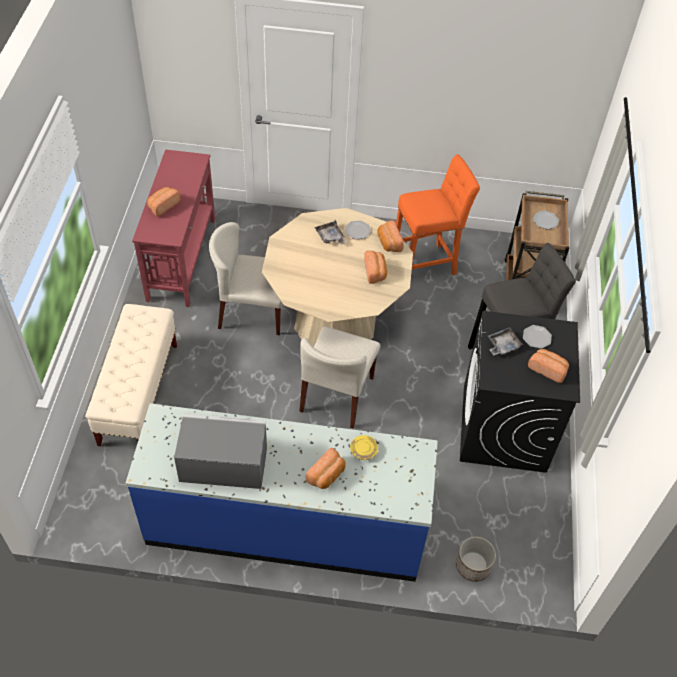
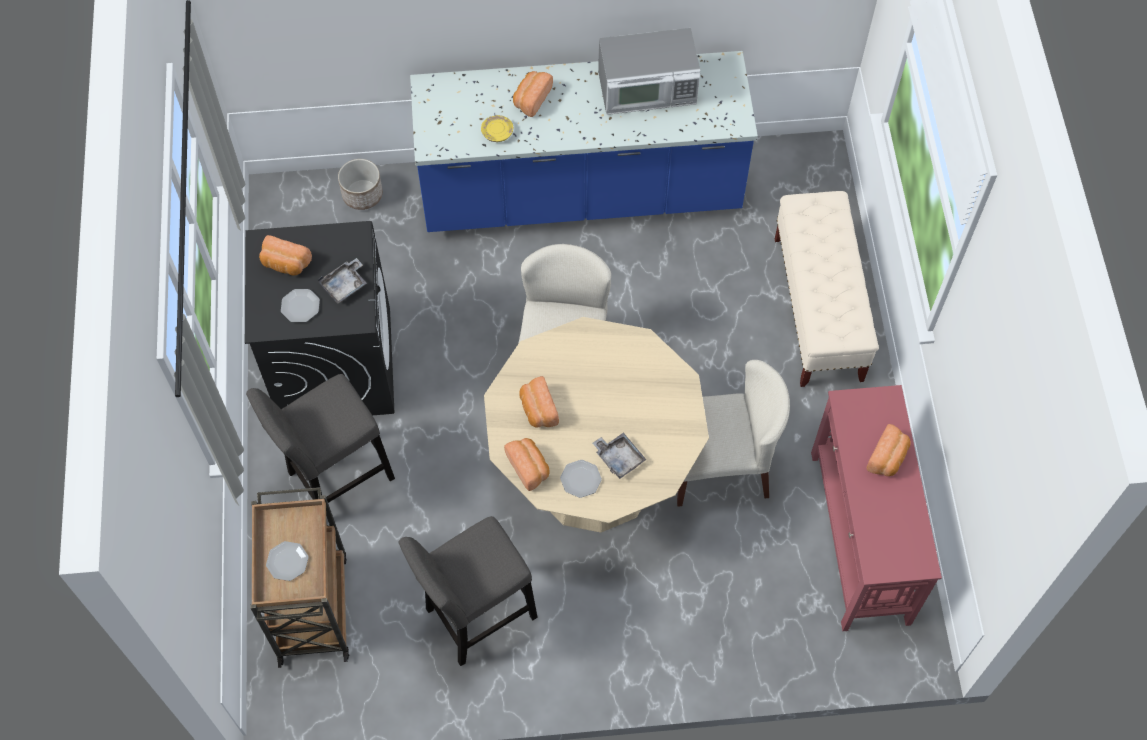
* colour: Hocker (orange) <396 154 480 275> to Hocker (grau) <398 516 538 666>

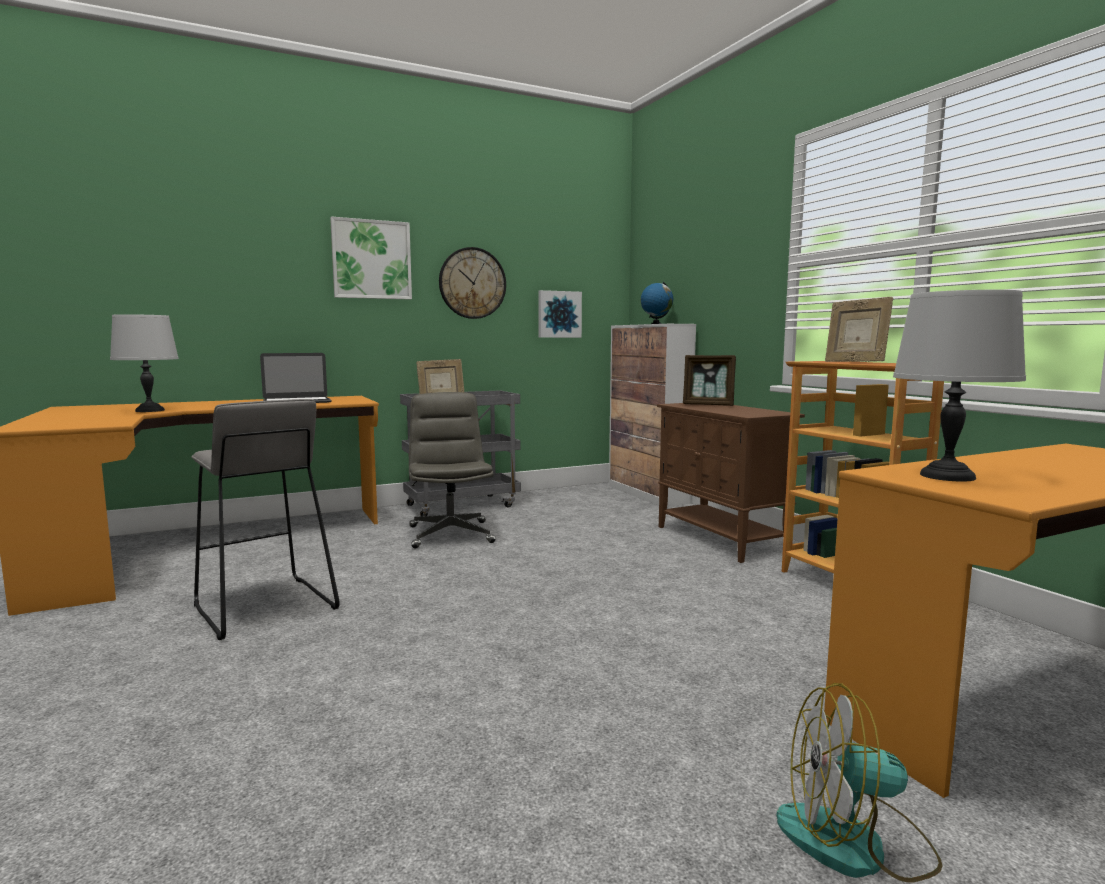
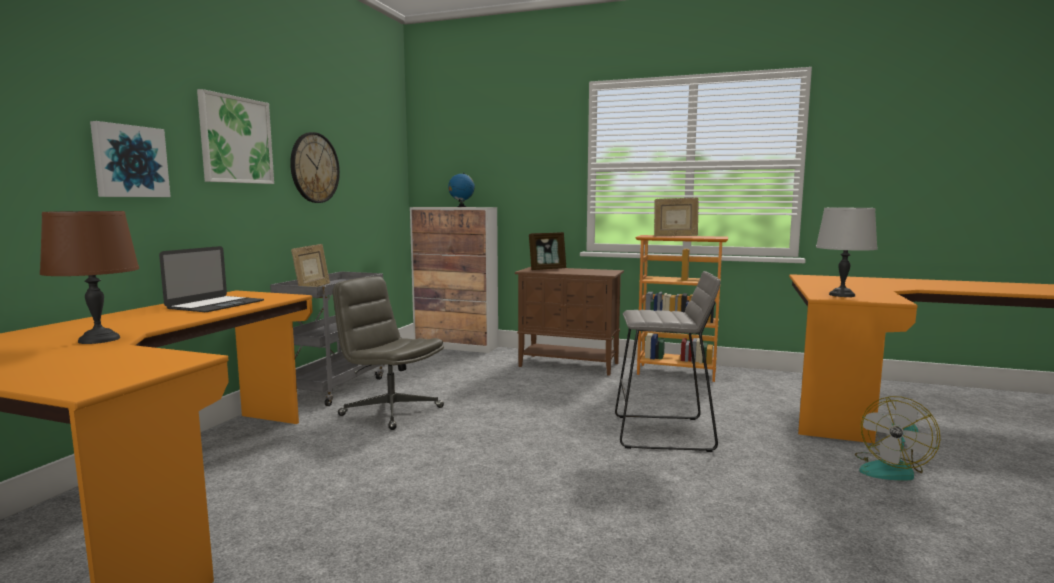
* colour: Tischlampe (grau) <110 314 179 412> to Tischlampe (braun) <40 211 139 344>
* relocated: Bild <538 290 582 338> to <90 121 171 197>
* relocated: Hocker (grau) <191 399 340 640> to <615 271 720 452>

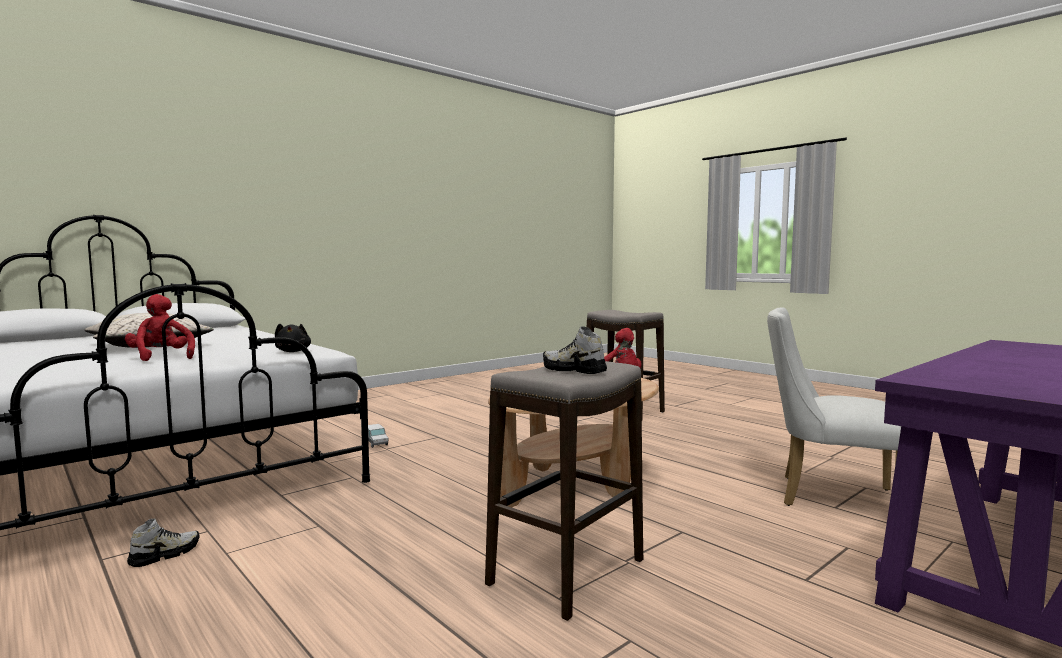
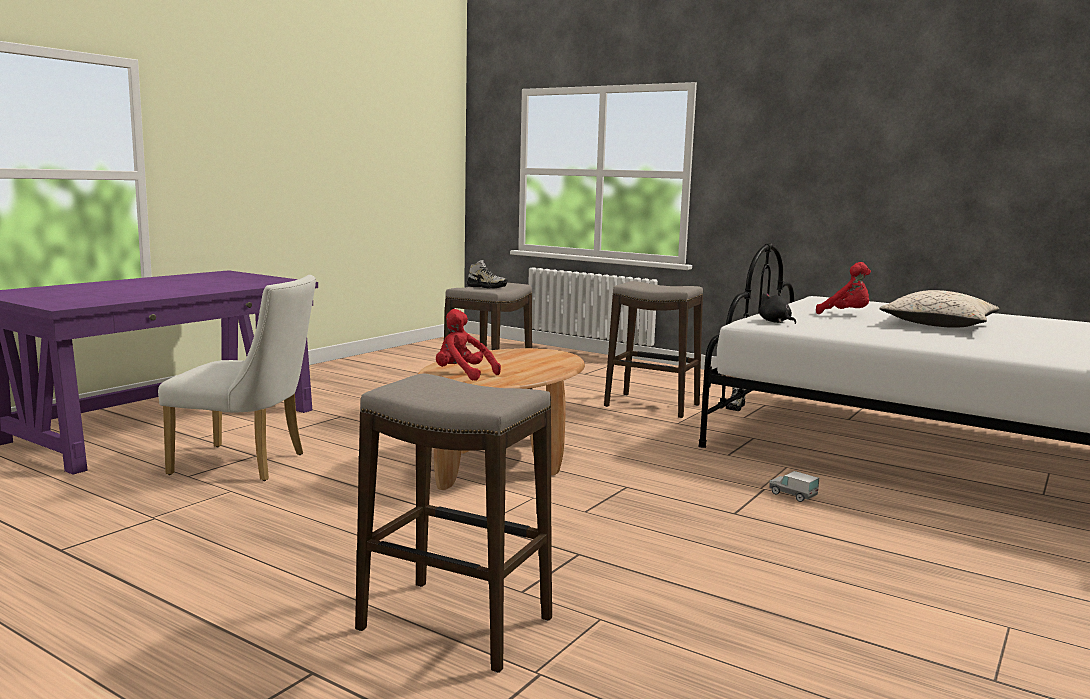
* appeared: Hocker <604 281 703 418>

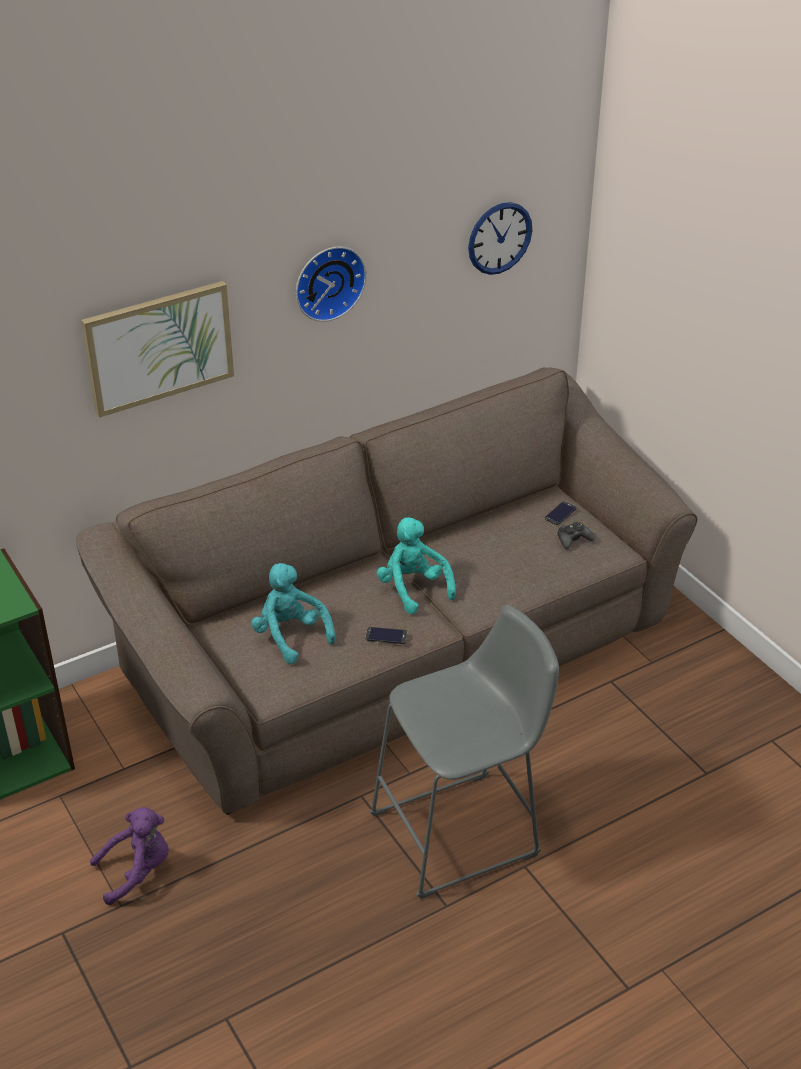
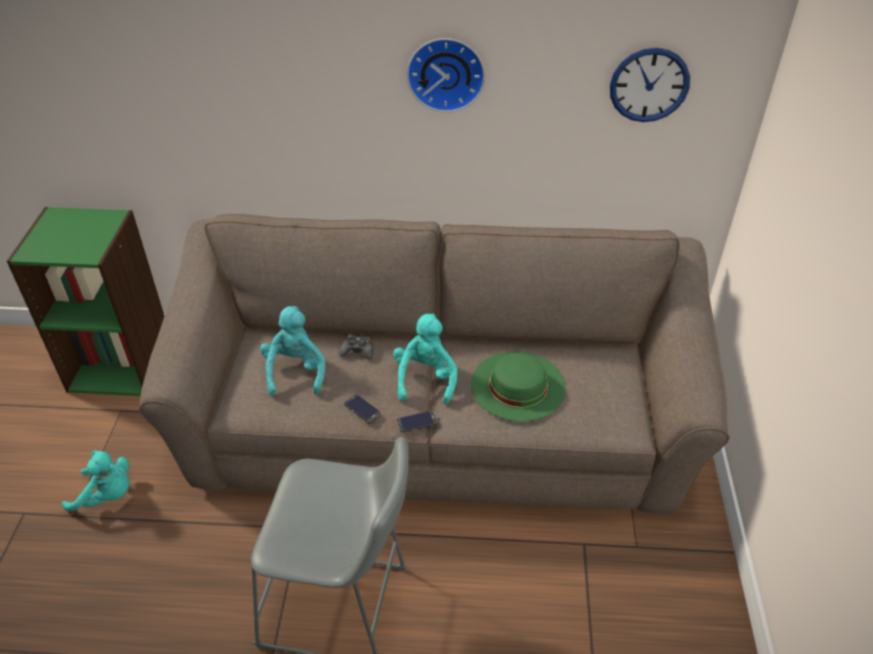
* colour: Plüschtier (lila) <90 807 169 905> to Plüschtier (türkis) <62 450 130 511>
* relocated: Gamepad (schwarz) <558 522 595 549> to <339 334 373 360>
* relocated: Handy <545 501 577 525> to <397 411 438 433>
* appeared: Hut (grün) <471 351 566 422>
* missing: Bild <81 281 234 418>

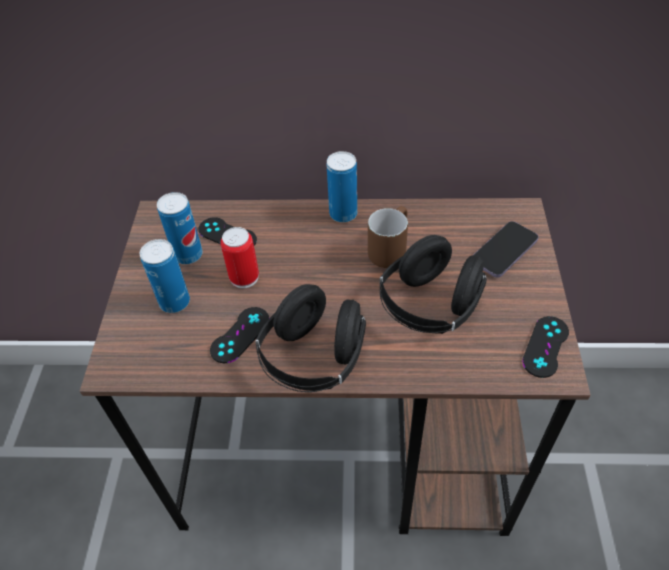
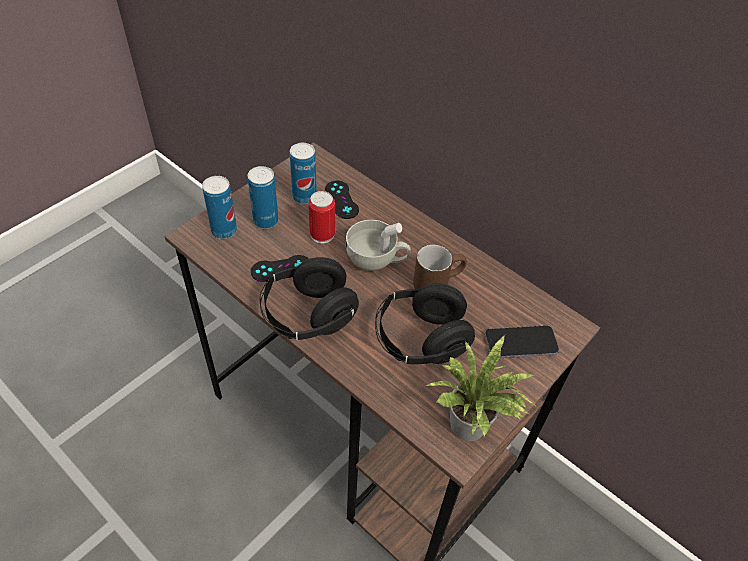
* relocated: Dose <327 151 357 222> to <202 176 237 239>
* appeared: Tasse (weiß) <346 220 411 271>
* exchanged: Gamepad (schwarz) <522 316 569 378> to Topfpflanze <426 335 537 441>

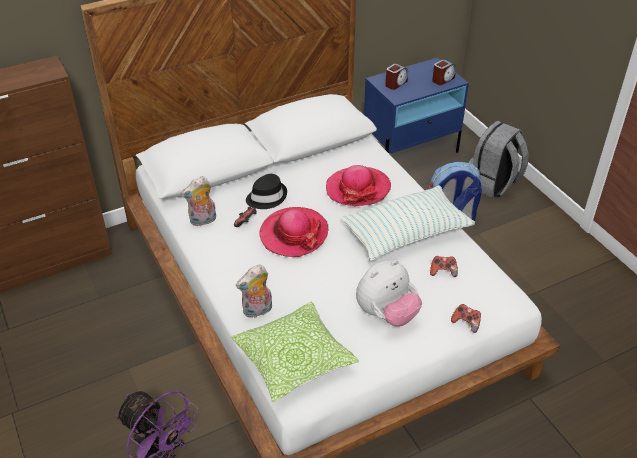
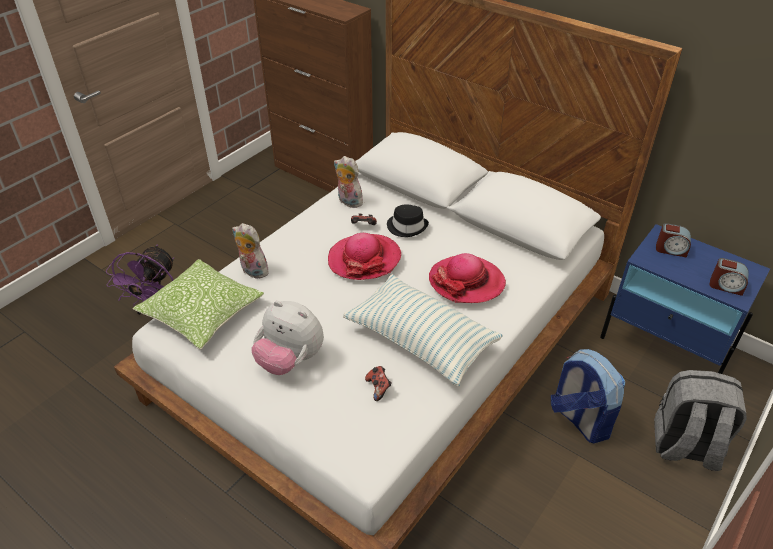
* missing: Gamepad <451 304 481 333>

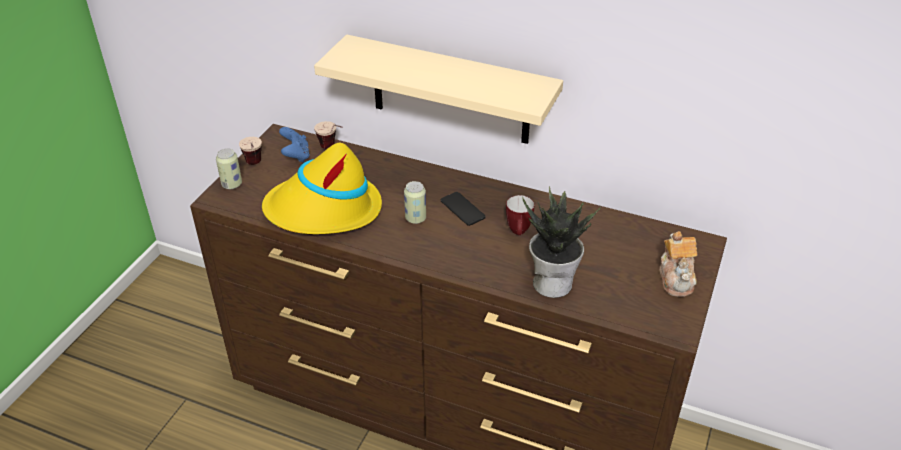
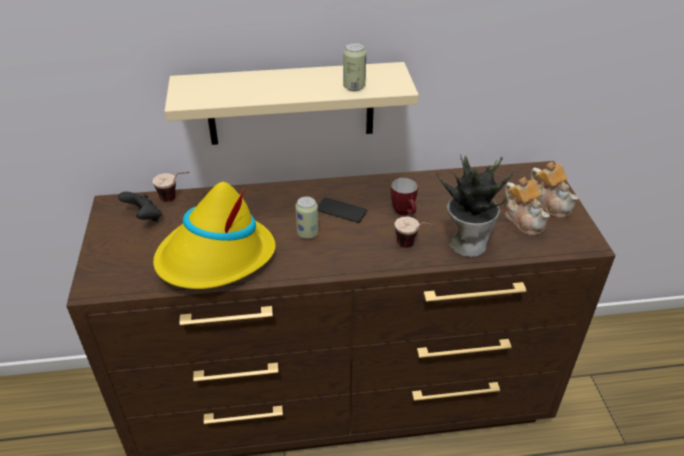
* colour: Gamepad (blau) <279 127 310 163> to Gamepad (schwarz) <118 192 162 221>
* relocated: Dose <216 148 242 189> to <343 43 366 91>
* relocated: Tasse <239 137 262 165> to <395 217 436 248>
* appeared: Teekanne <505 177 550 236>

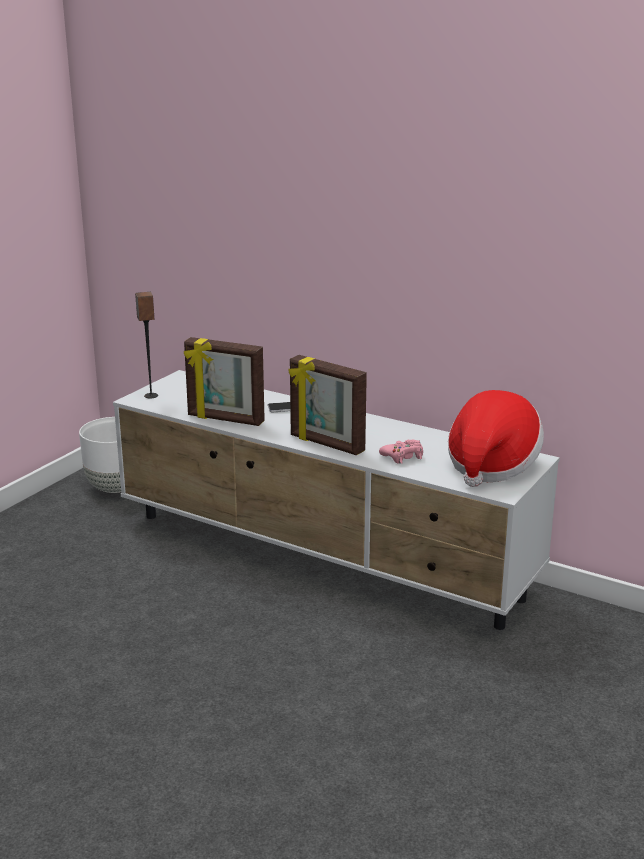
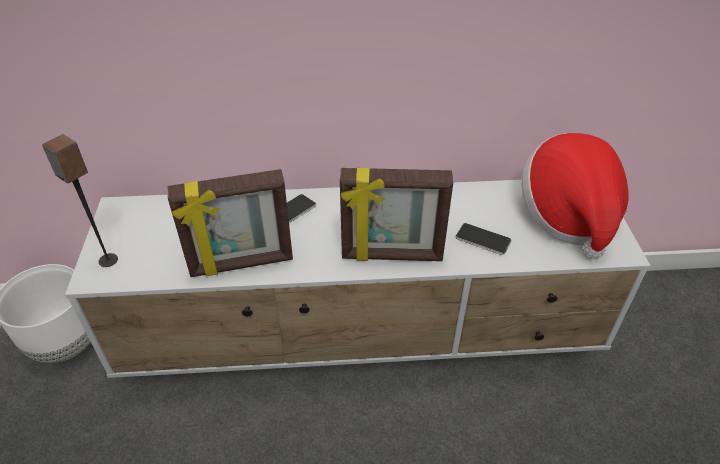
* exchanged: Gamepad (rosa) <379 440 423 464> to Handy <455 223 511 255>

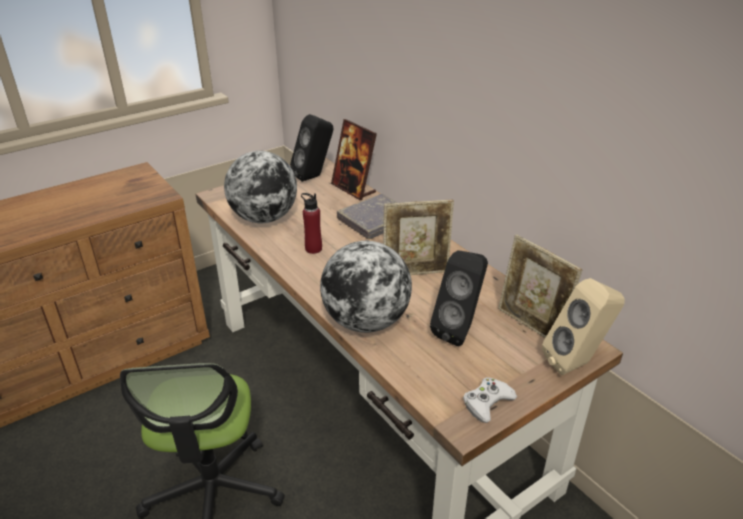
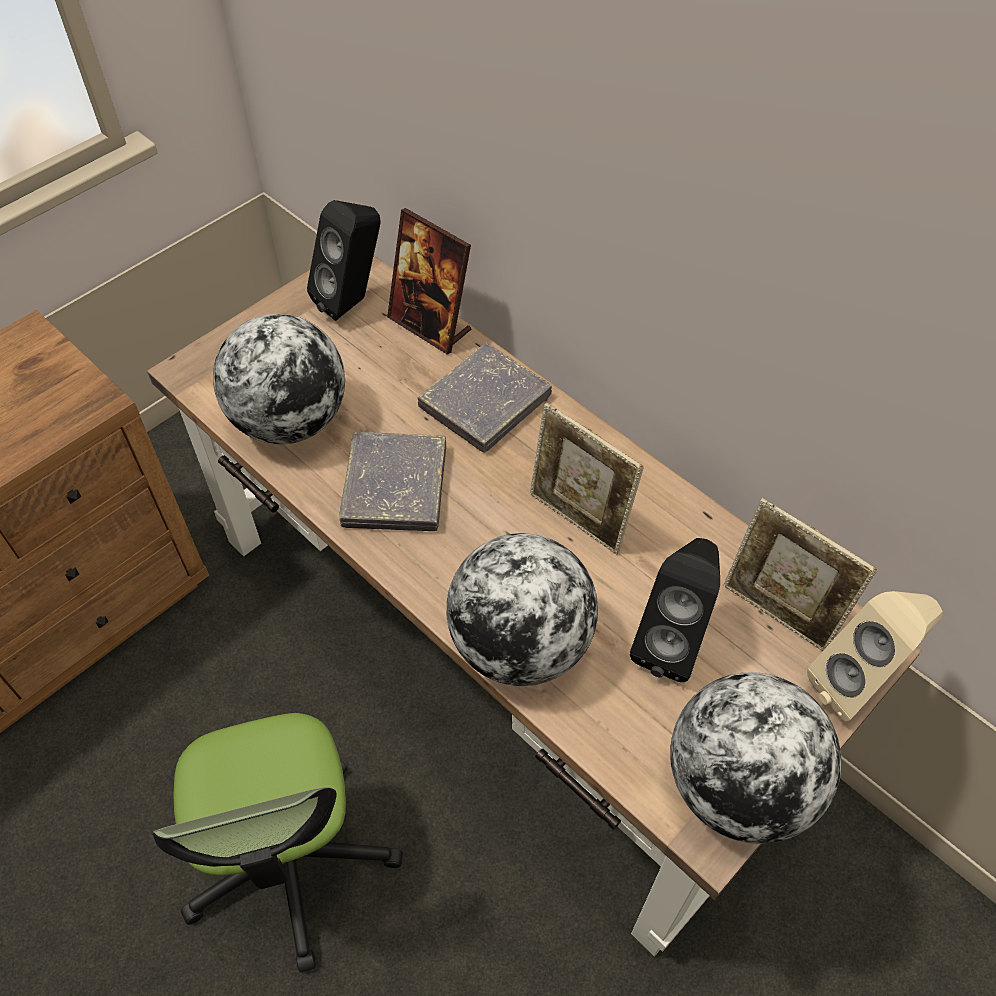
* exchanged: Flasche (rot) <301 193 322 254> to Buch (grau) <340 432 446 531>
* spun: Bilderrahmen <383 200 454 275> = <530 403 644 554> 60 degrees clockwise
* exchanged: Gamepad (weiß) <463 377 517 423> to Globus <670 672 841 844>

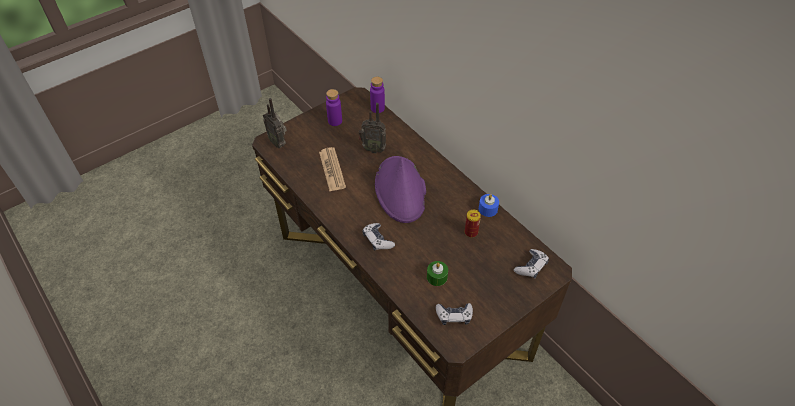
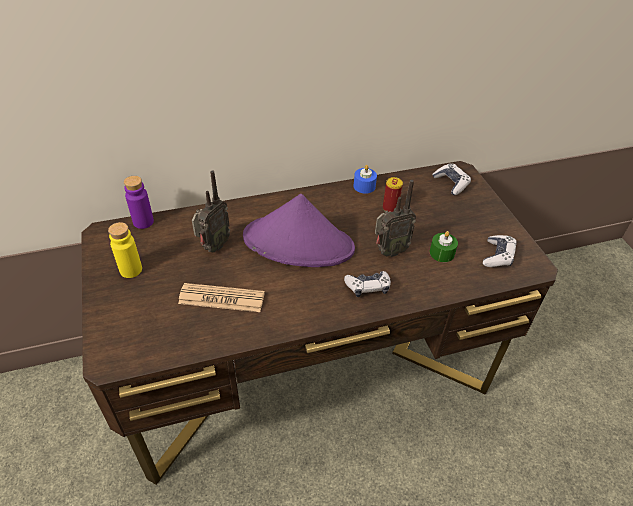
* colour: Flasche (lila) <326 89 342 126> to Flasche (gelb) <108 222 142 278>
* relocated: Radio <263 98 287 148> to <375 180 416 257>

